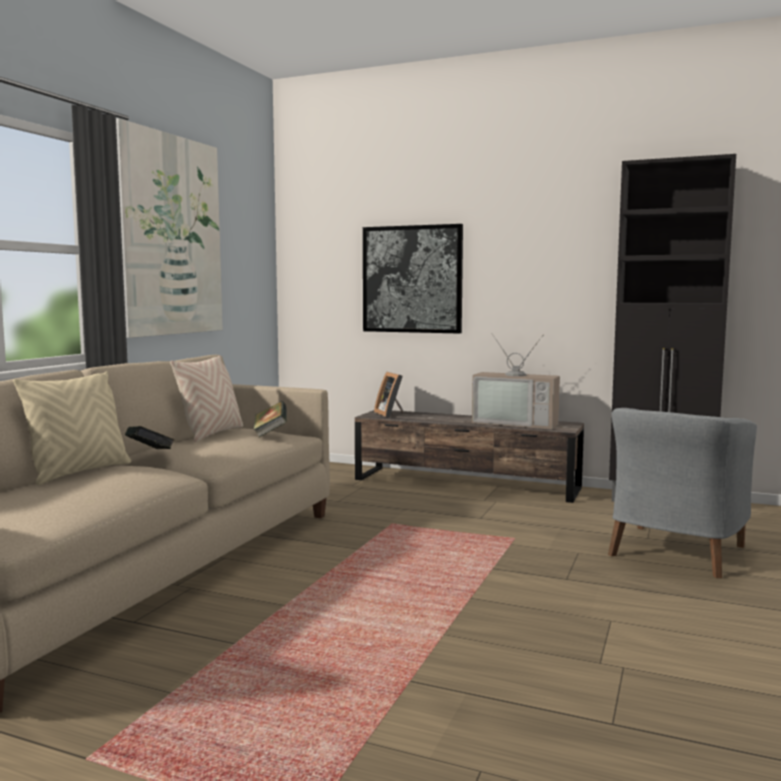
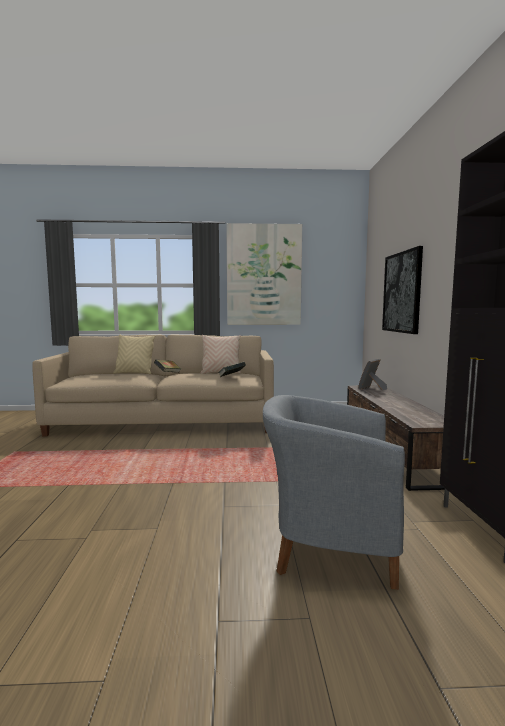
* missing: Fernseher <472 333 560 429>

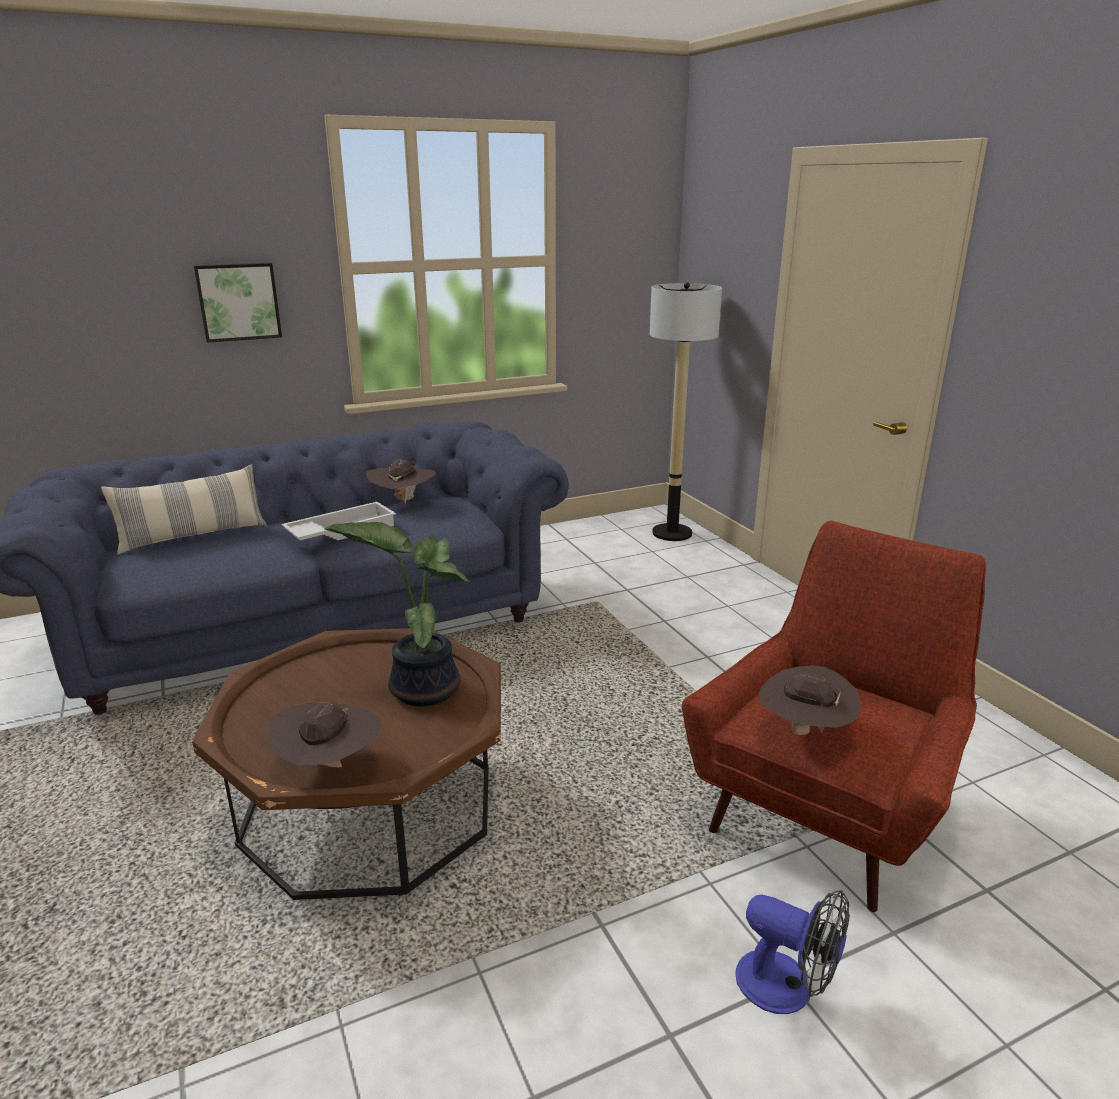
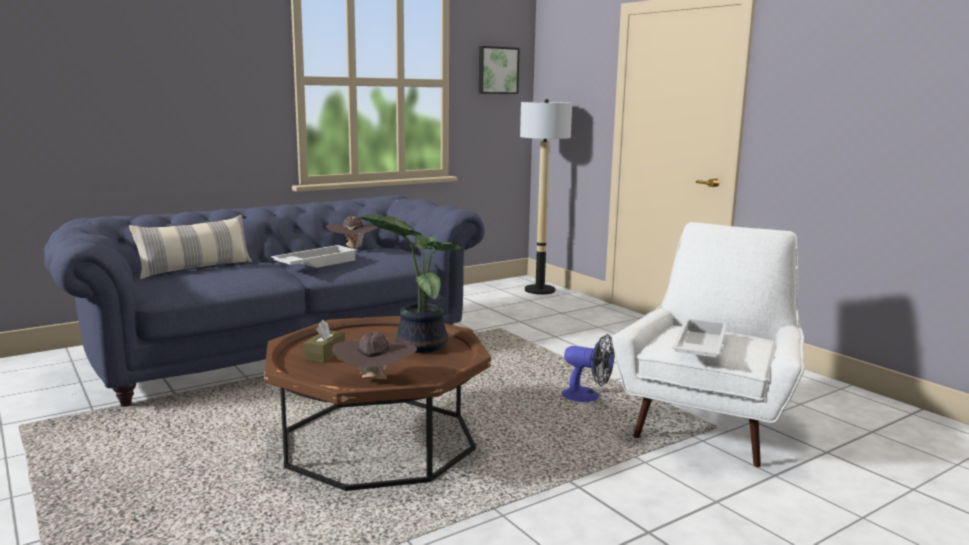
* appeared: Taschentuchbox (braun) <304 320 345 363>
* relocated: Bild <194 263 282 343> to <479 46 520 94>
* relocated: Ventilator <735 890 850 1014> to <562 334 615 402>
* colour: Sessel (rot) <682 520 986 912> to Sessel (weiß) <612 222 805 467>
* exchanged: Hut (braun) <759 666 861 735> to Tablett (weiß) <672 318 727 357>

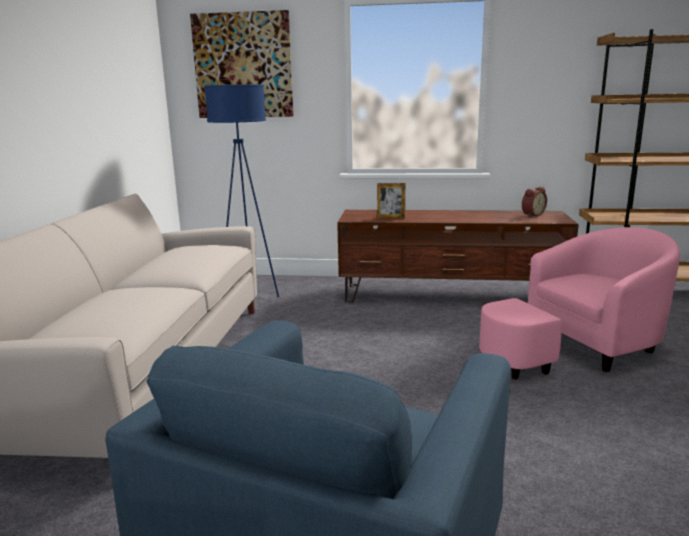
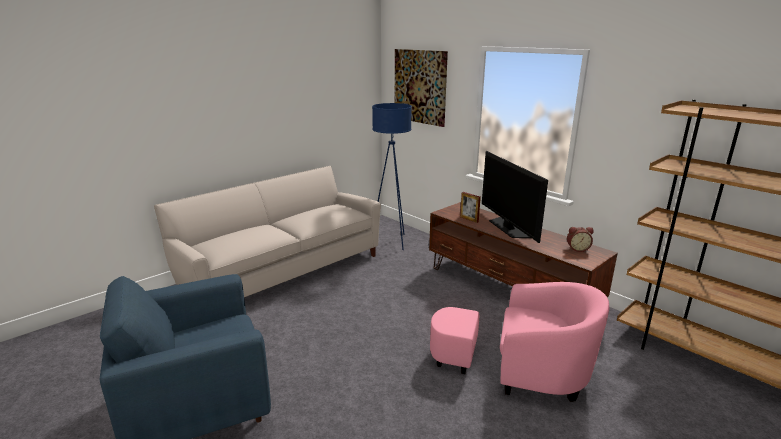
* appeared: Fernseher <482 151 548 243>

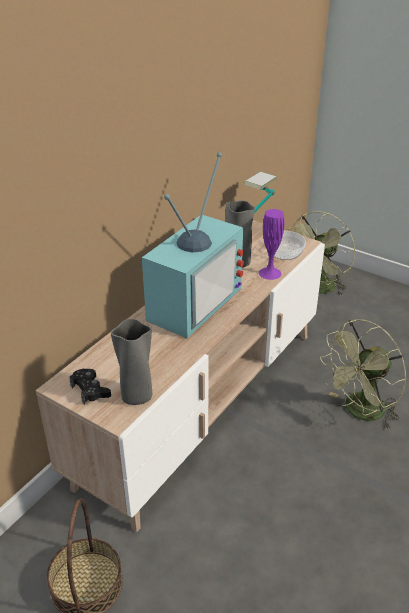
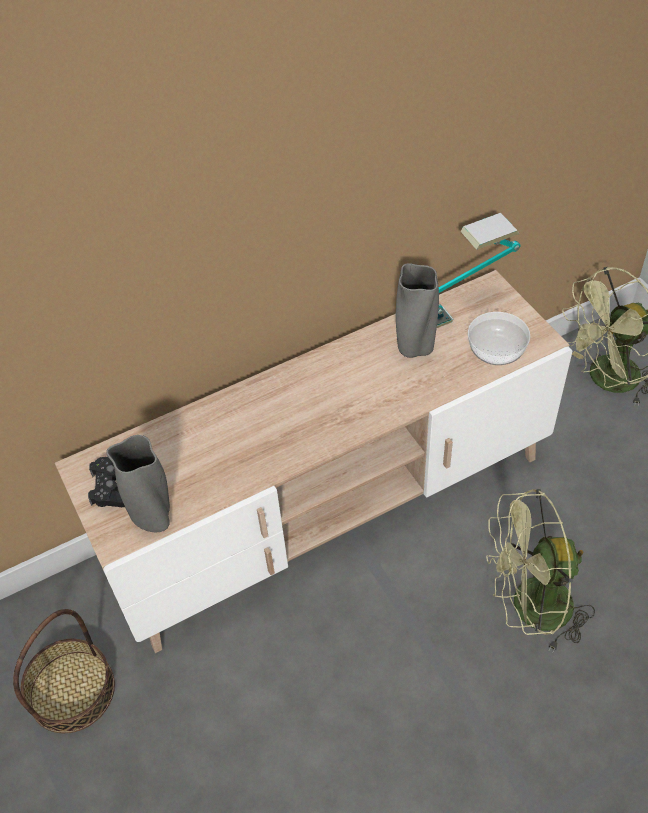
* missing: Fernseher <142 152 244 339>
* missing: Vase (lila) <259 209 284 280>

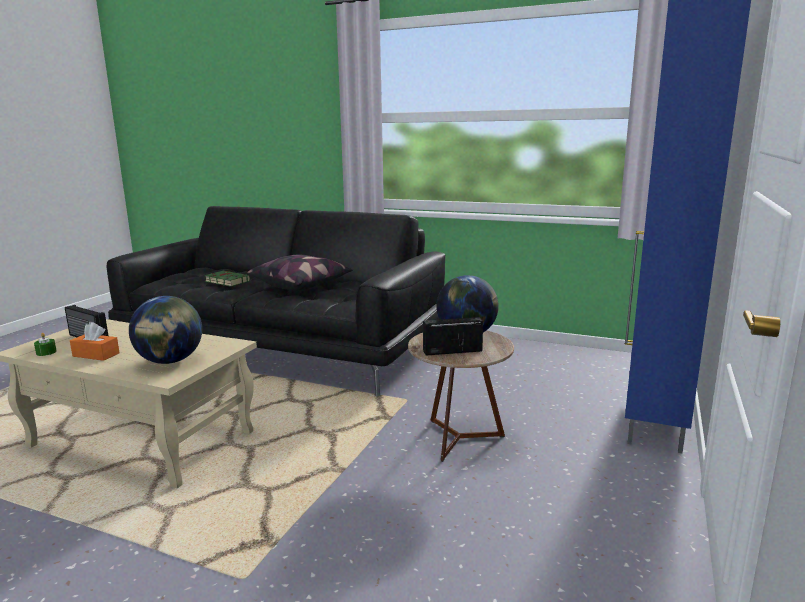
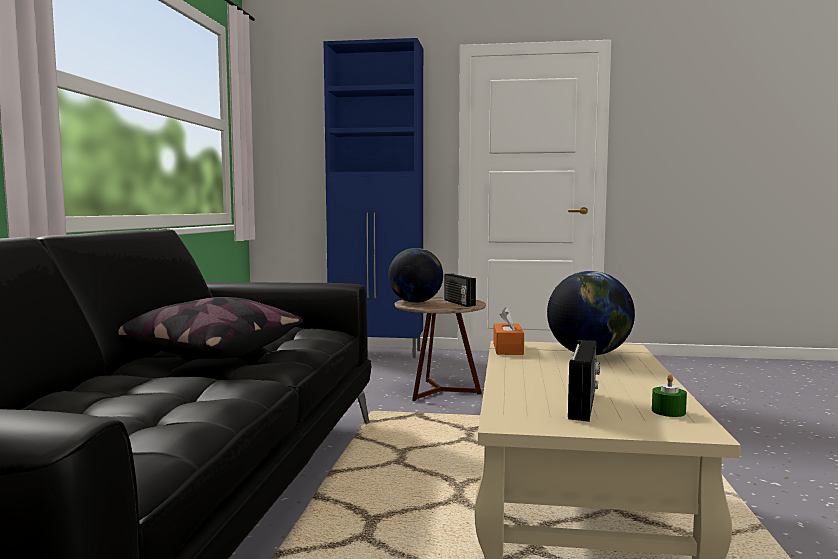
* relocated: Taschentuchbox (orange) <70 322 120 361> to <493 307 524 355>
* missing: Buch (grün) <204 271 250 287>

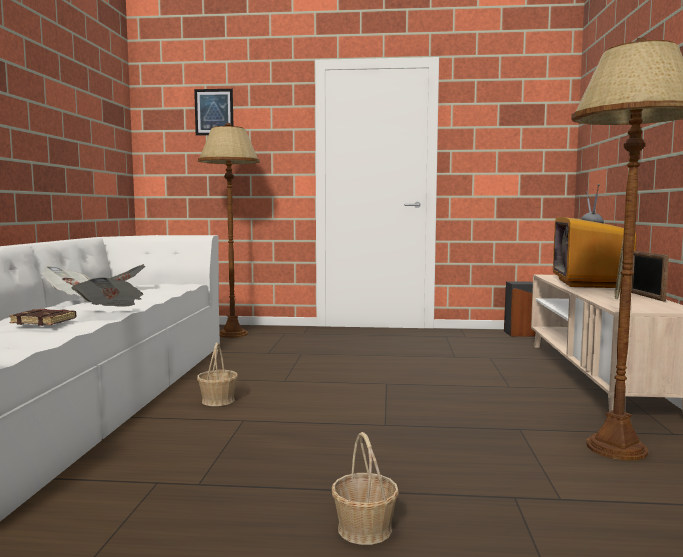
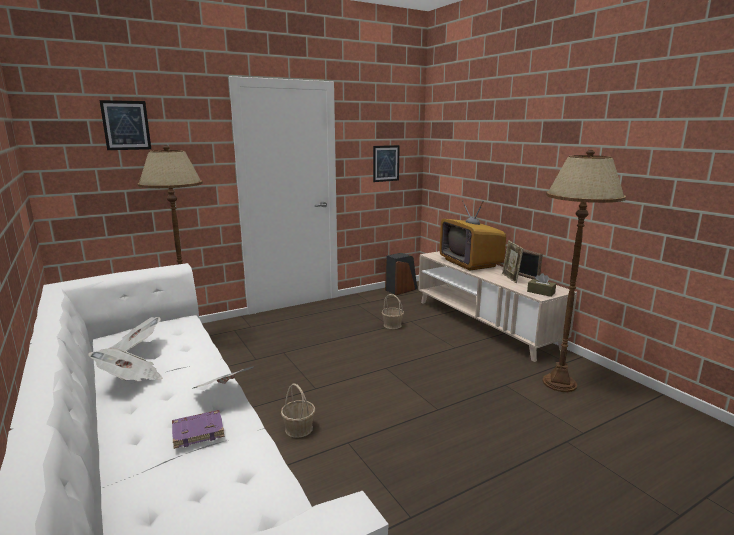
* colour: Buch (braun) <9 309 76 326> to Buch (lila) <172 410 225 449>
* appeared: Bild <373 145 400 182>
* relocated: Korb <332 432 399 545> to <382 294 404 329>
* appeared: Taschentuchbox (braun) <527 273 556 297>

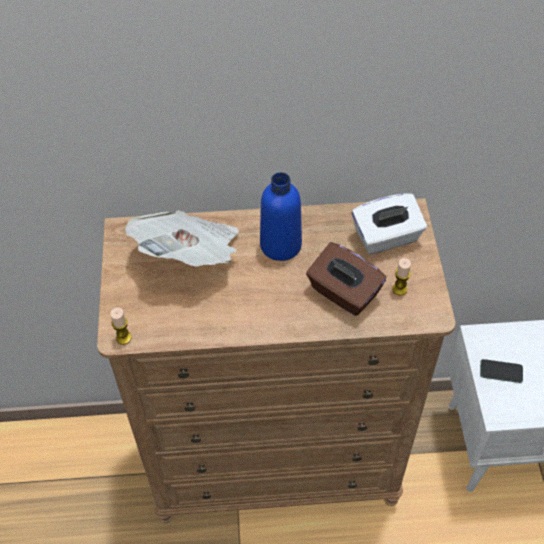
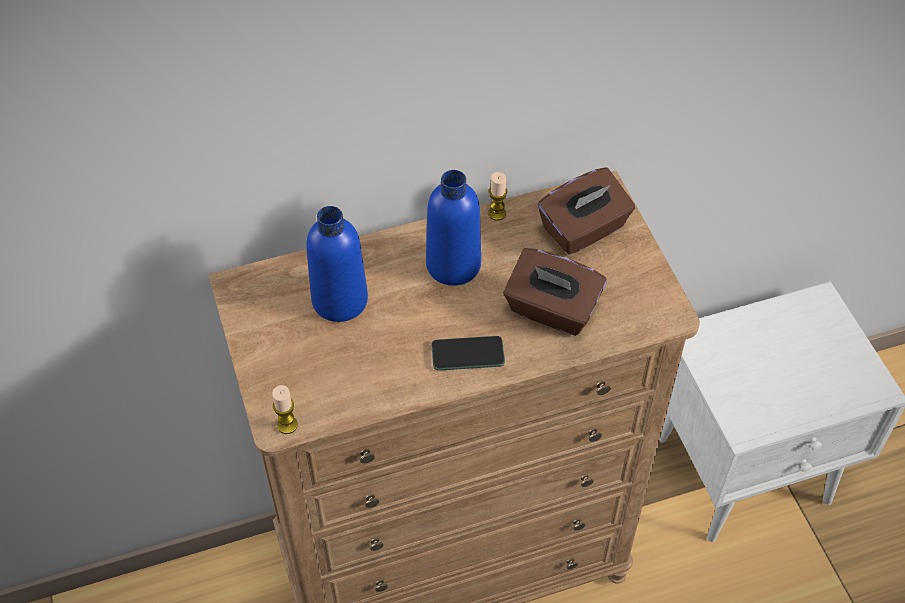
* exchanged: Zeitung <125 210 239 267> to Flasche (blau) <306 206 368 322>
* relocated: Handy <480 359 523 383> to <431 336 505 371>
* relocated: Kerze <392 258 411 296> to <488 172 508 221>
* colour: Taschentuchbox (weiß) <352 193 427 254> to Taschentuchbox (braun) <538 168 635 255>

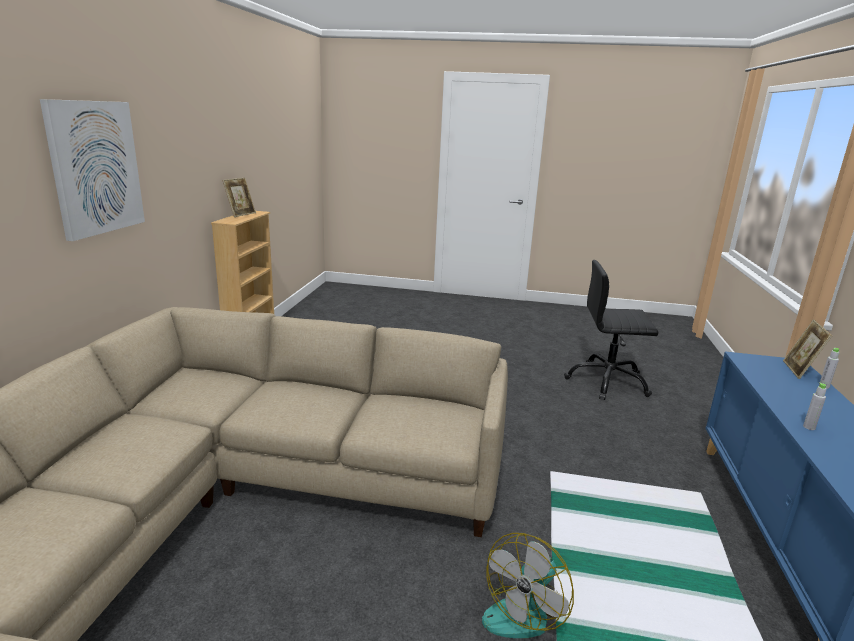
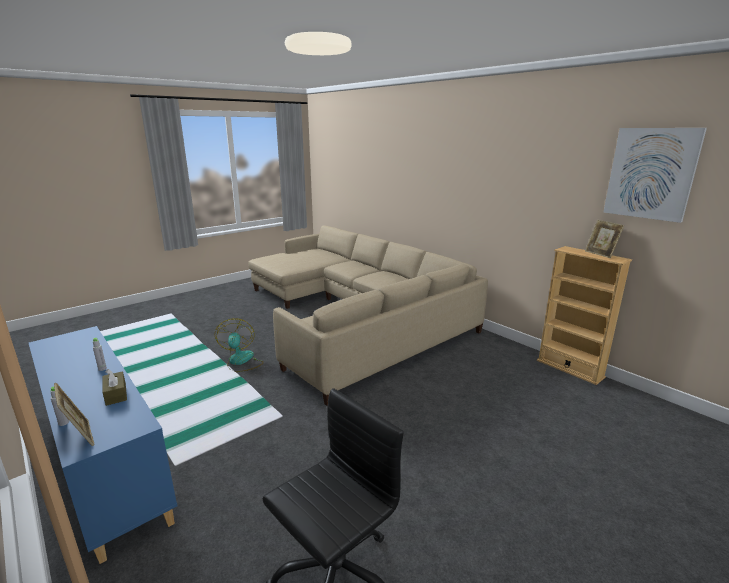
* appeared: Taschentuchbox (braun) <102 369 127 406>
* relocated: Bild <40 99 145 241> to <603 128 707 223>

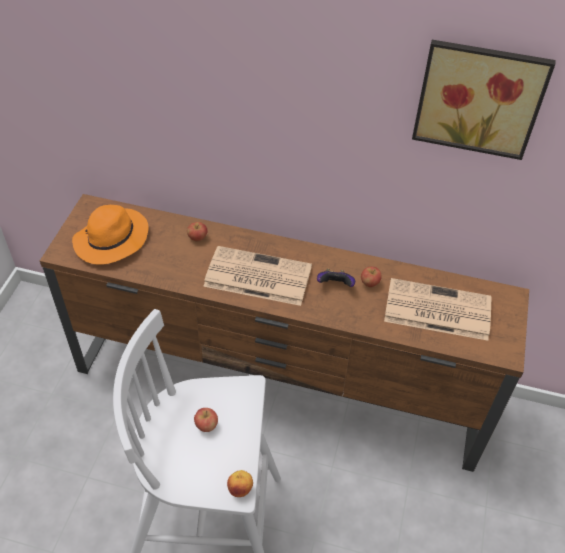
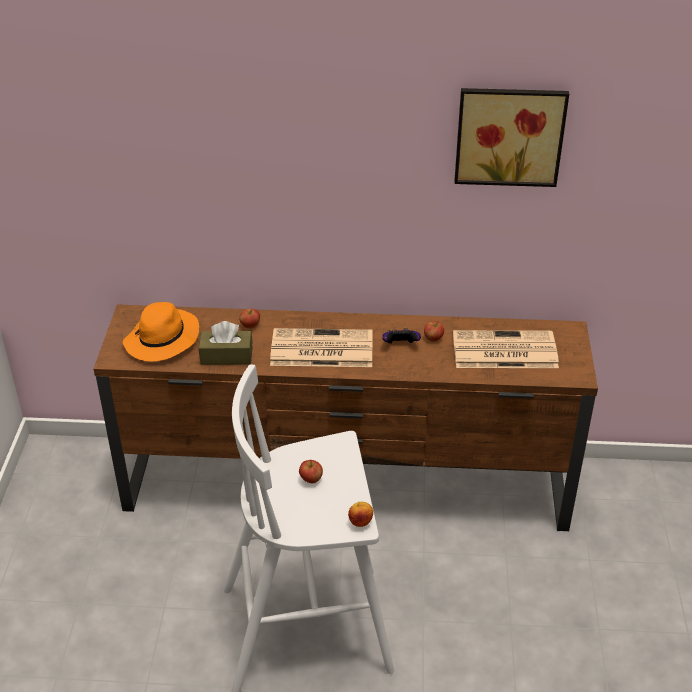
* appeared: Taschentuchbox (braun) <199 321 253 365>

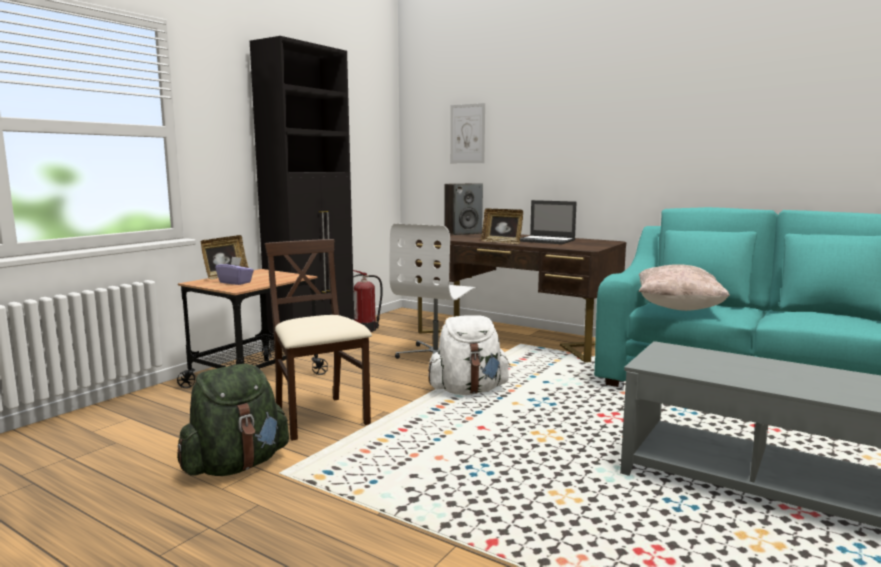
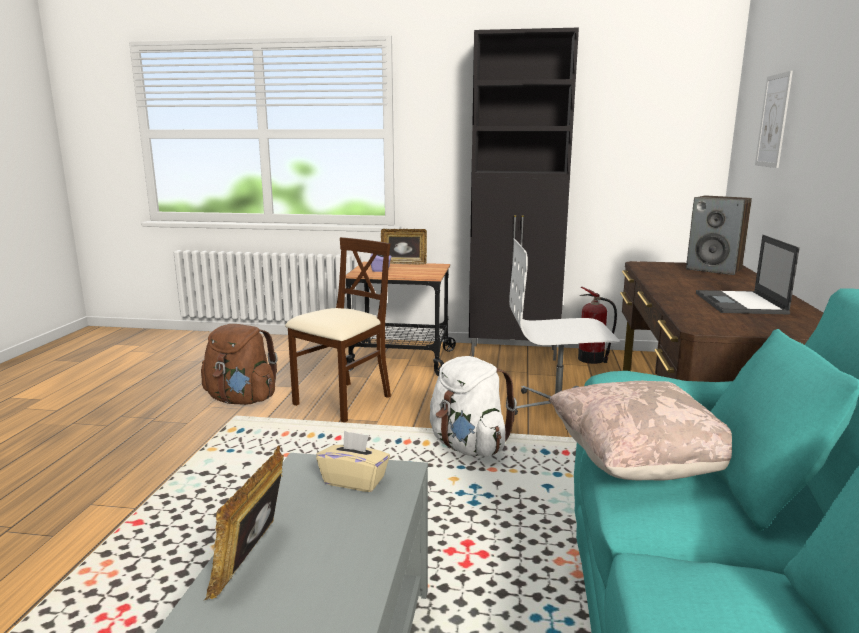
* colour: Rucksack (grün) <177 364 289 476> to Rucksack (braun) <201 324 278 405>
* relocated: Bilderrahmen <481 208 523 244> to <204 445 284 600>
* appeared: Taschentuchbox (beige) <316 431 390 492>

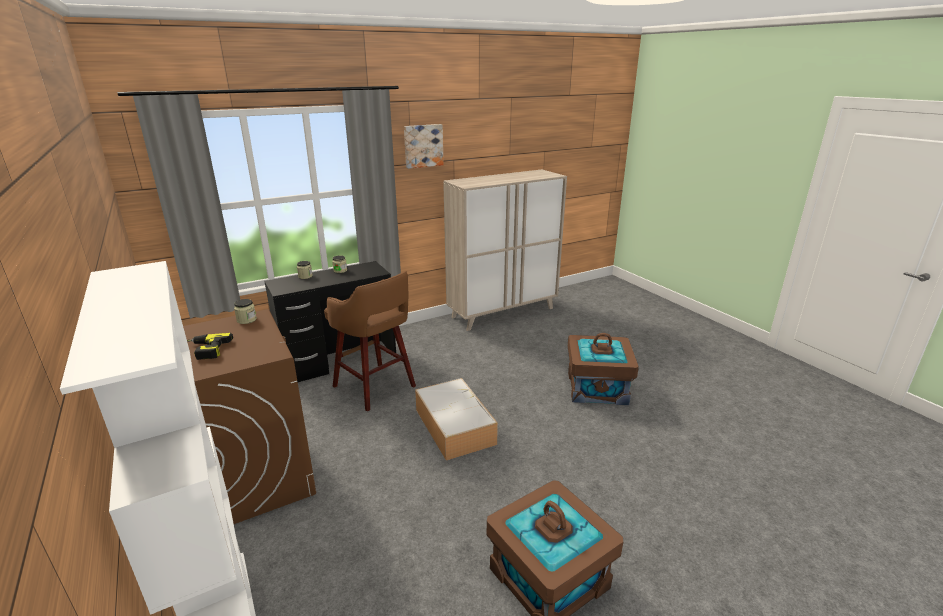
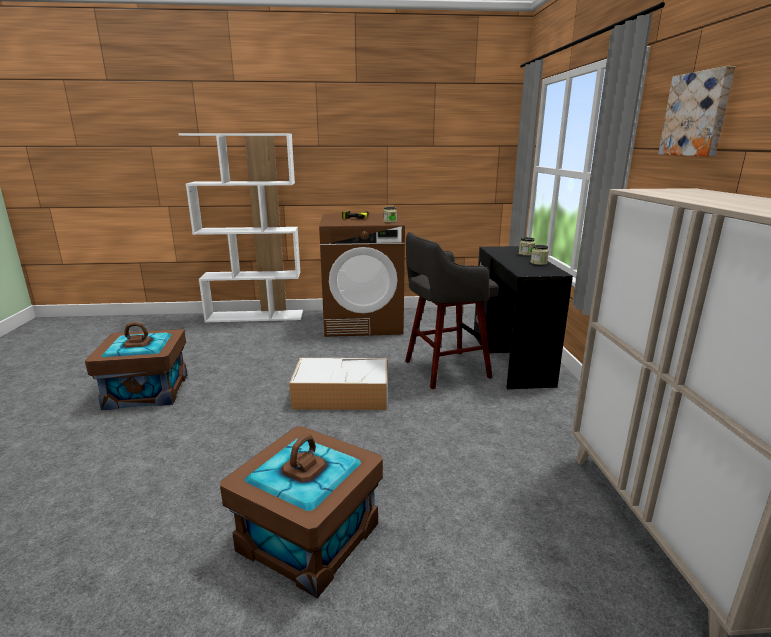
* colour: Hocker (braun) <324 271 416 411> to Hocker (grau) <405 232 499 389>

